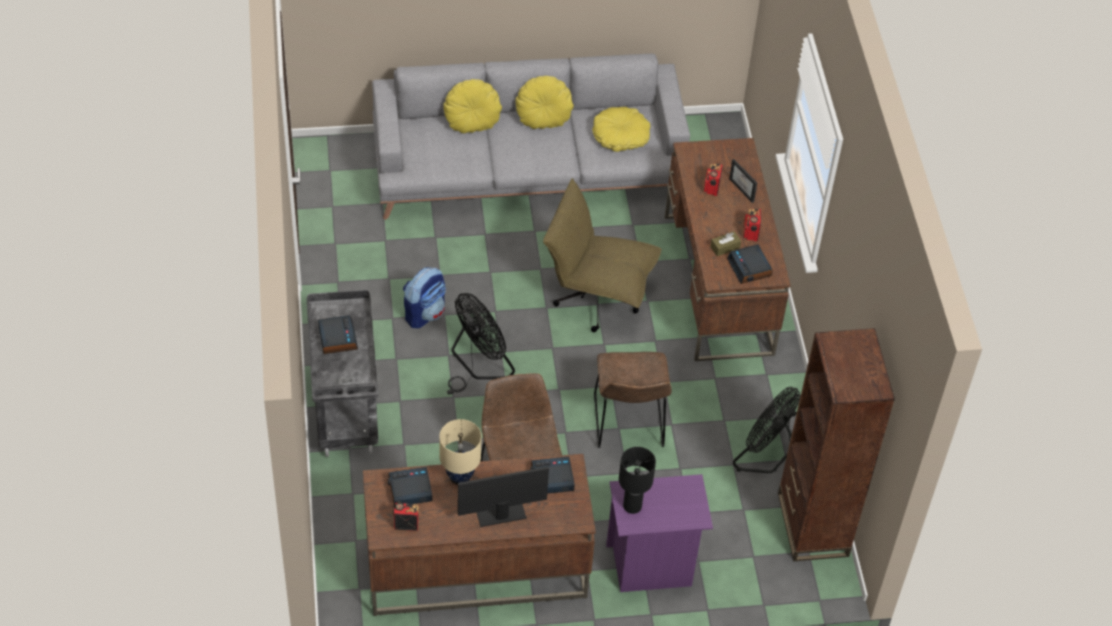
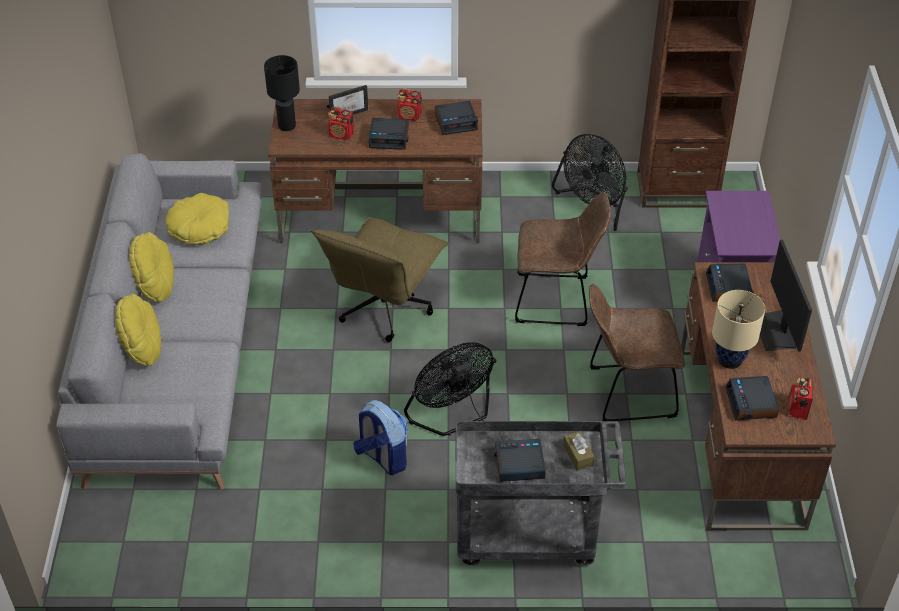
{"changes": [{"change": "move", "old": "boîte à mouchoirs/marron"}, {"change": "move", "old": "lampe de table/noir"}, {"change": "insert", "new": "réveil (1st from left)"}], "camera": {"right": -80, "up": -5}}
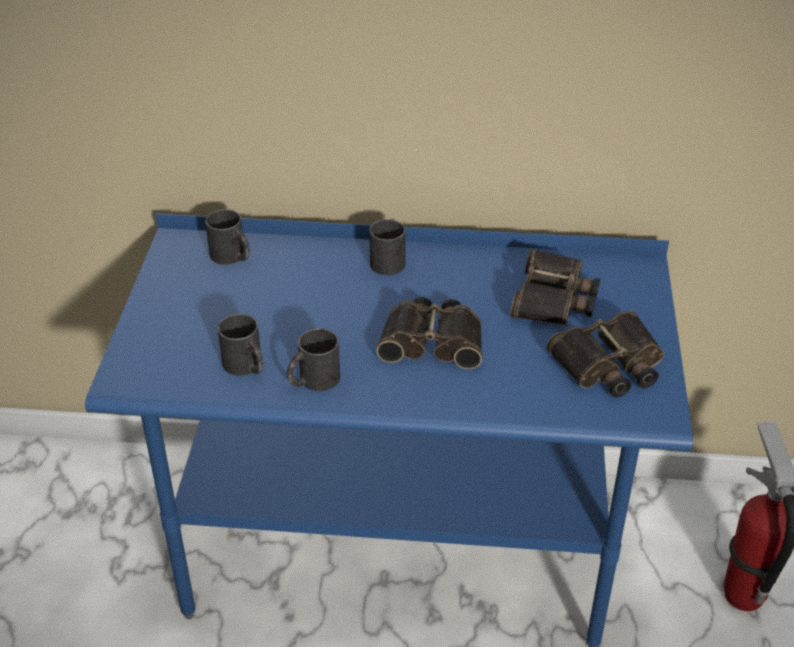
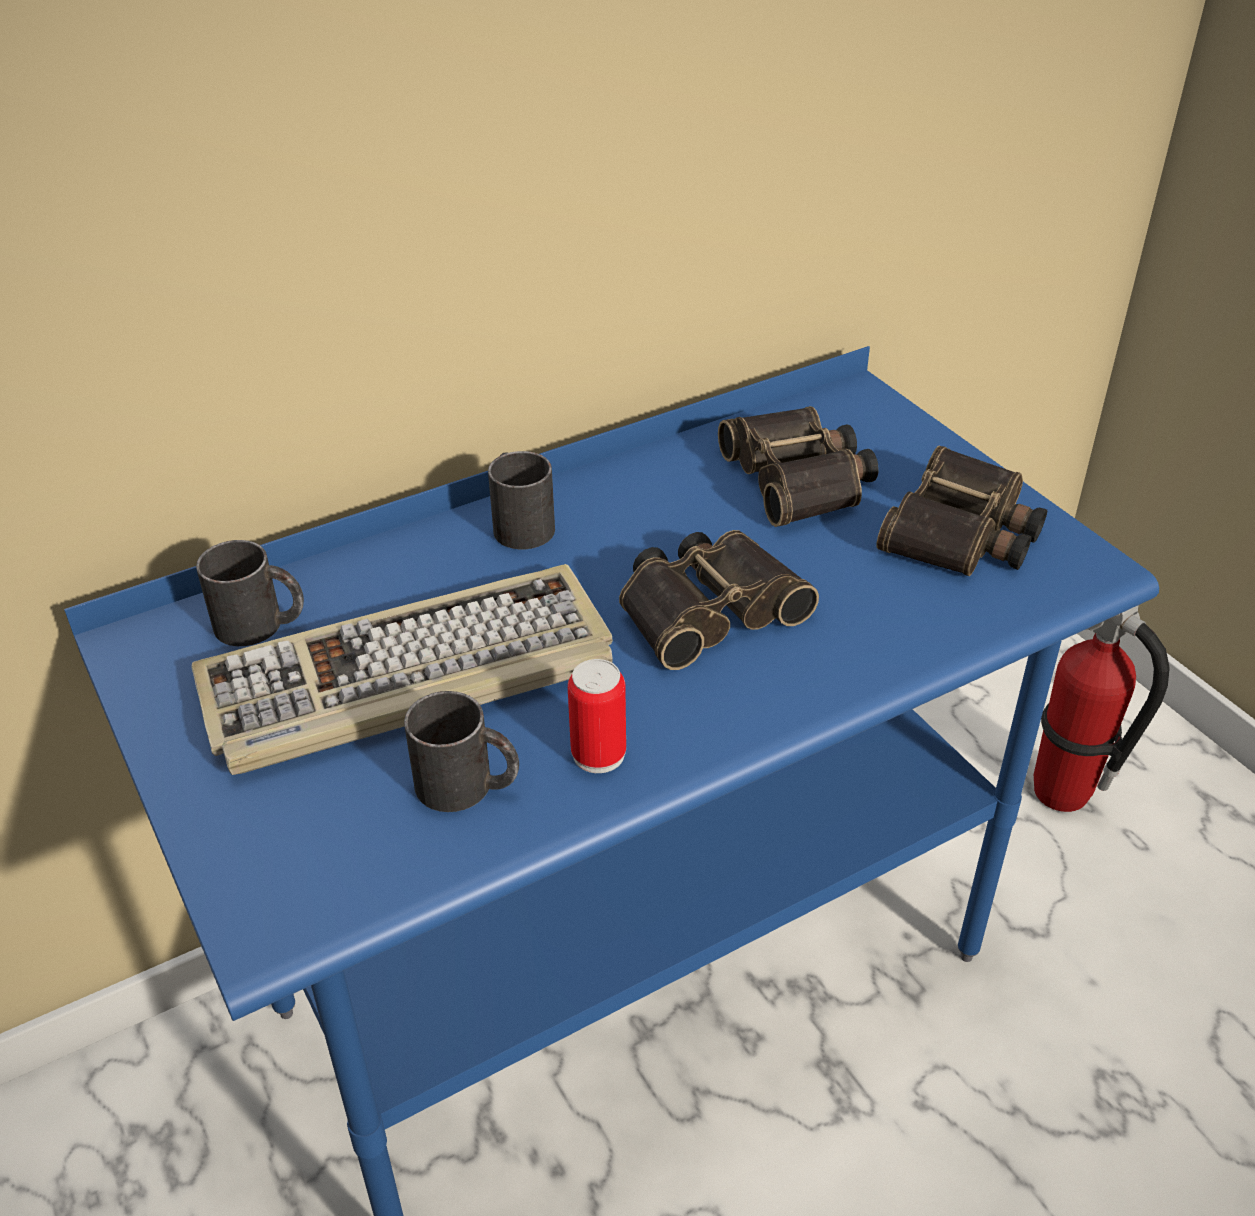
{"changes": [{"change": "replace", "old": "mug/noir (3rd from left)", "new": "boîte métallique"}, {"change": "insert", "new": "clavier"}], "camera": {"right": -35, "up": 0}}
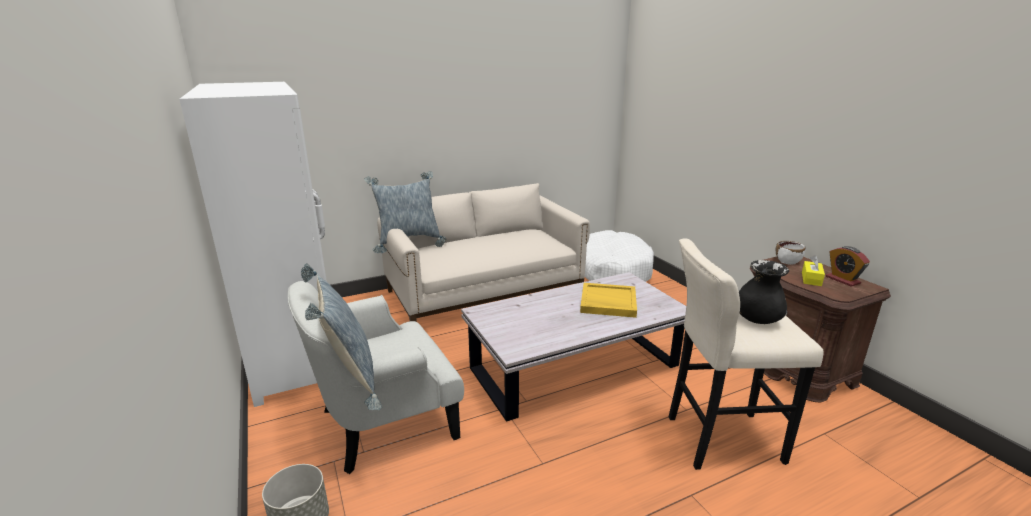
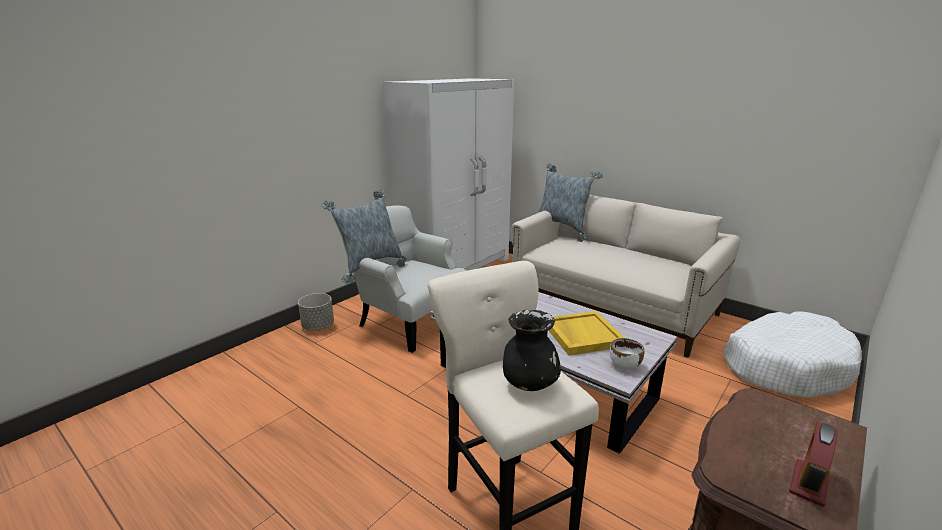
{"changes": [{"change": "move", "old": "bol/blanc"}, {"change": "delete", "old": "boîte à mouchoirs/jaune"}], "camera": {"right": 65, "up": 0}}
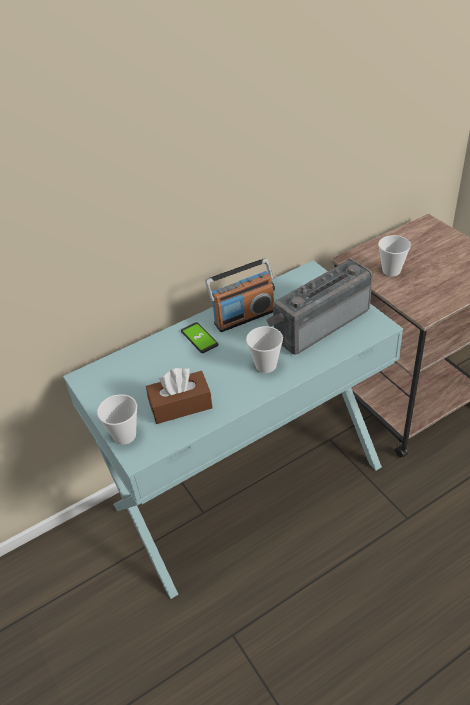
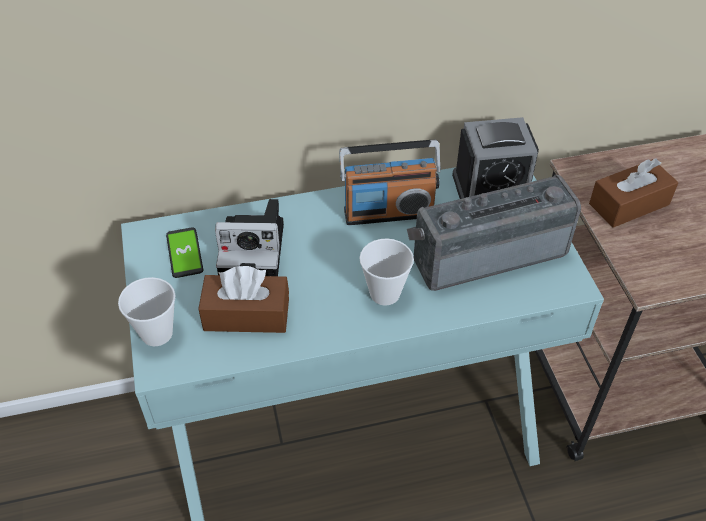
{"changes": [{"change": "replace", "old": "tasse (3rd from left)", "new": "boîte à mouchoirs/marron (2nd from left)"}, {"change": "move", "old": "téléphone"}, {"change": "insert", "new": "réveil"}, {"change": "insert", "new": "appareil photo"}], "camera": {"right": 15, "up": 5}}
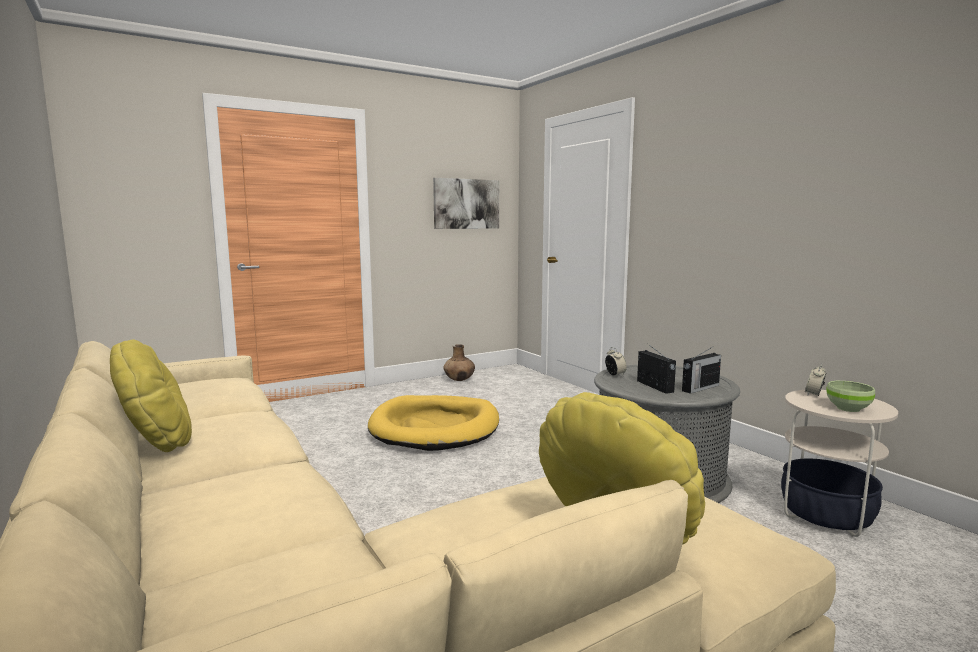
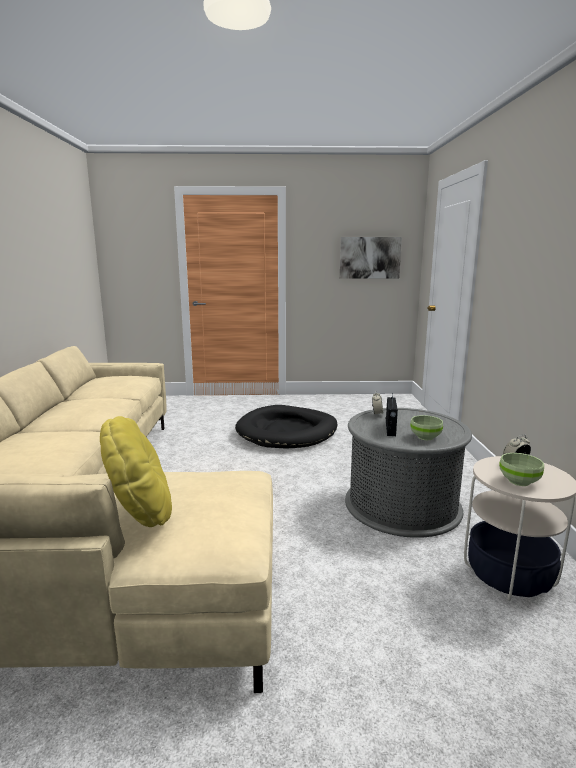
{"changes": [{"change": "delete", "old": "coussin/jaune (1st from left)"}, {"change": "delete", "old": "vase/marron"}, {"change": "replace", "old": "radio (2nd from left)", "new": "bol/vert (1st from left)"}, {"change": "recolor", "old": "panier pour chien/jaune", "new": "panier pour chien/noir"}], "camera": {"right": 30, "up": 5}}
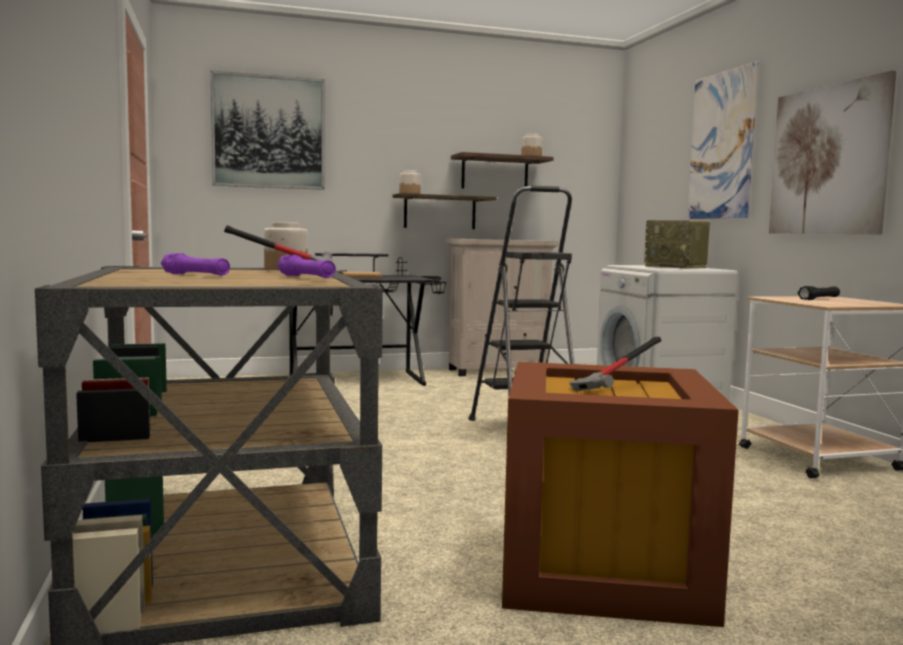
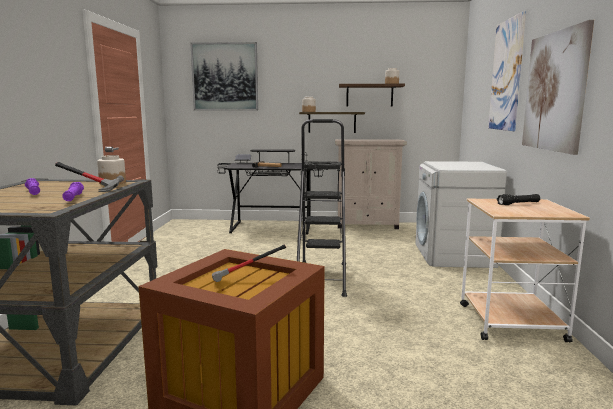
{"changes": [{"change": "delete", "old": "radio"}], "camera": {"right": 20, "up": 5}}
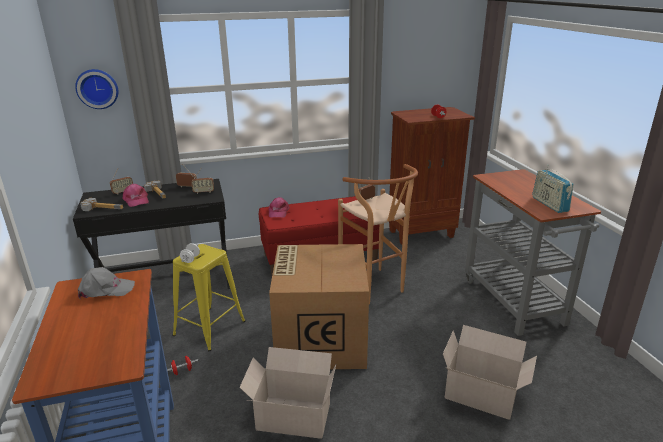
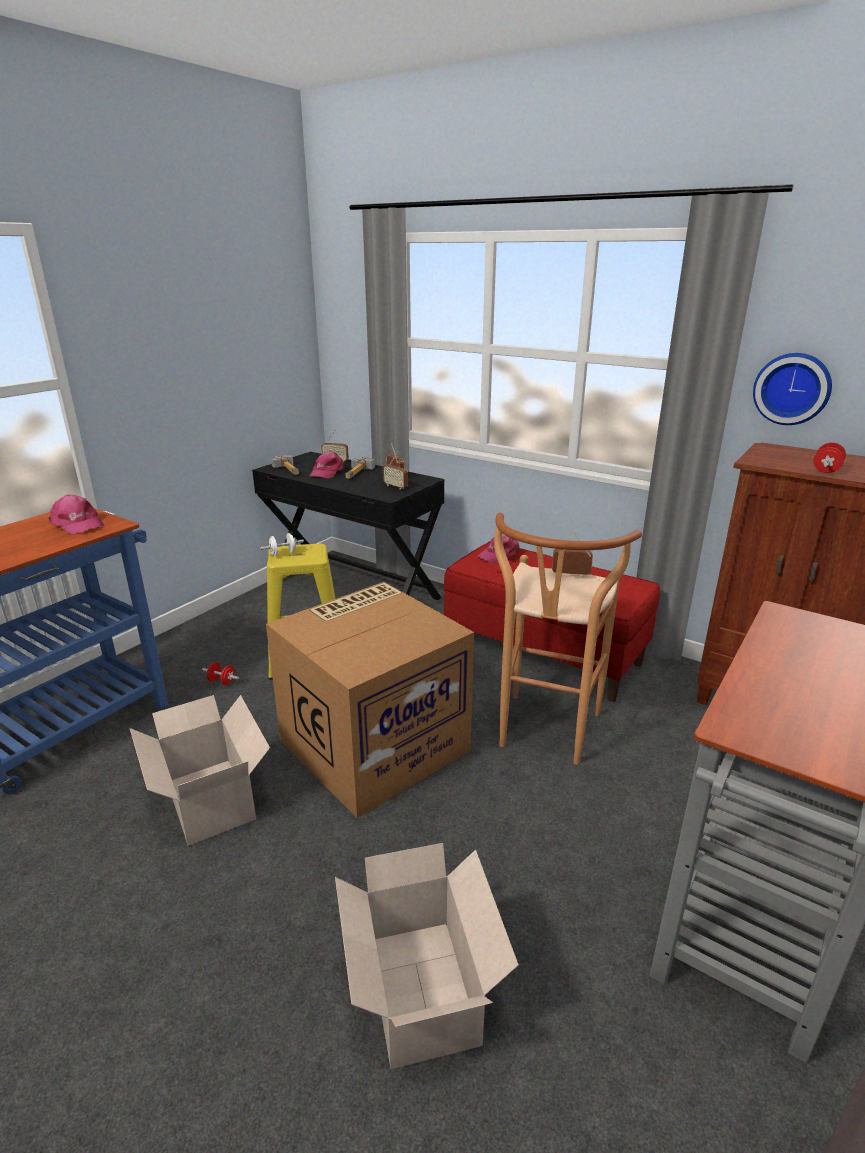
{"changes": [{"change": "move", "old": "horloge murale"}, {"change": "delete", "old": "radio (5th from left)"}, {"change": "recolor", "old": "casquette/gris", "new": "casquette/rose (1st from left)"}], "camera": {"right": 50, "up": 0}}
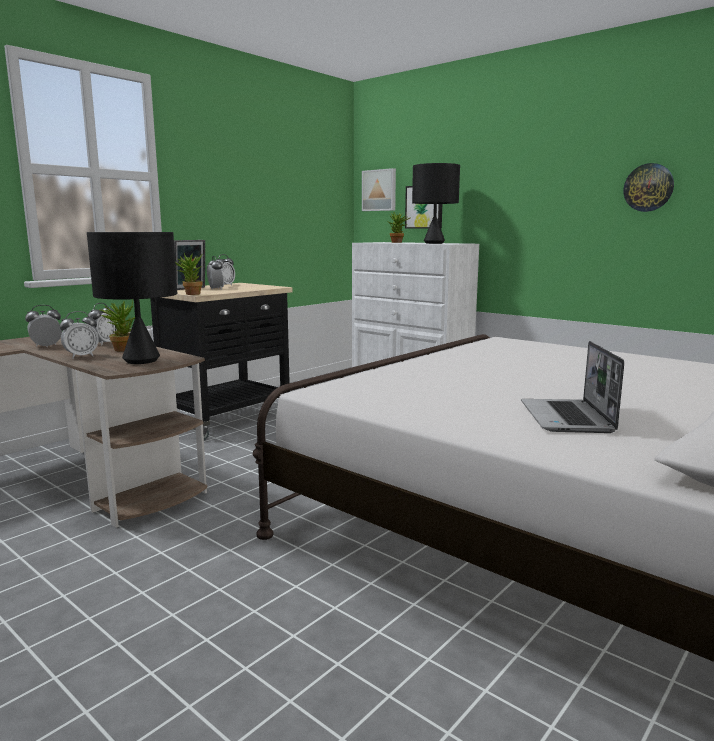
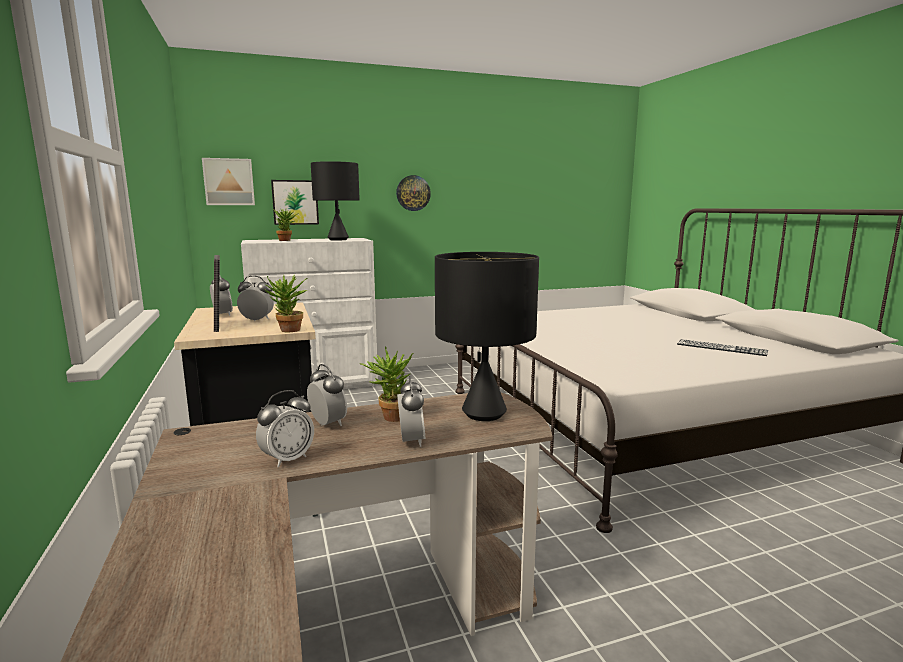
{"changes": [{"change": "move", "old": "horloge murale"}, {"change": "rotate", "old": "réveil (1st from left in the first image)", "degrees": -135}, {"change": "replace", "old": "ordinateur portable", "new": "clavier"}], "camera": {"right": -60, "up": 0}}
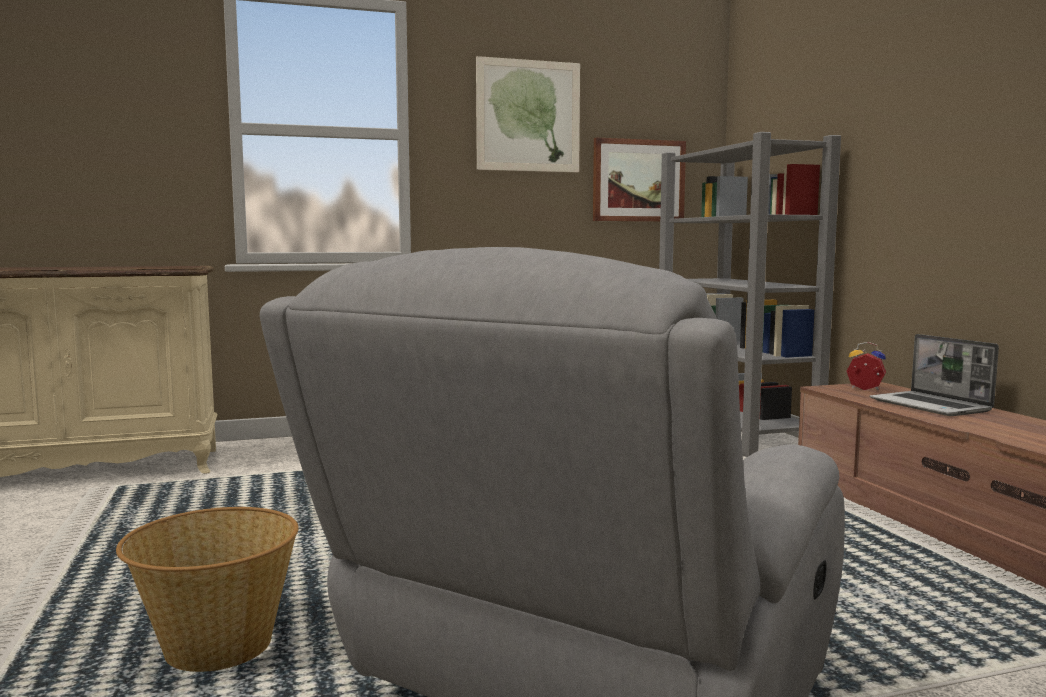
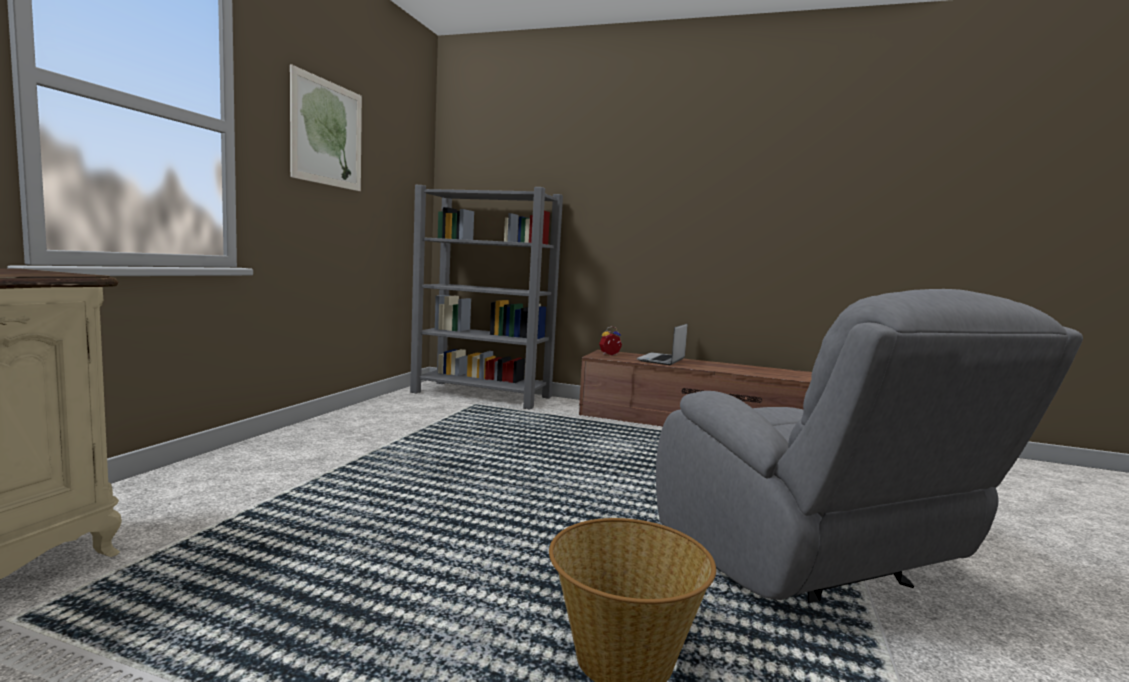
{"changes": [{"change": "delete", "old": "tableau (2nd from left)"}, {"change": "rotate", "old": "ordinateur portable", "degrees": 105}], "camera": {"right": -55, "up": 0}}
